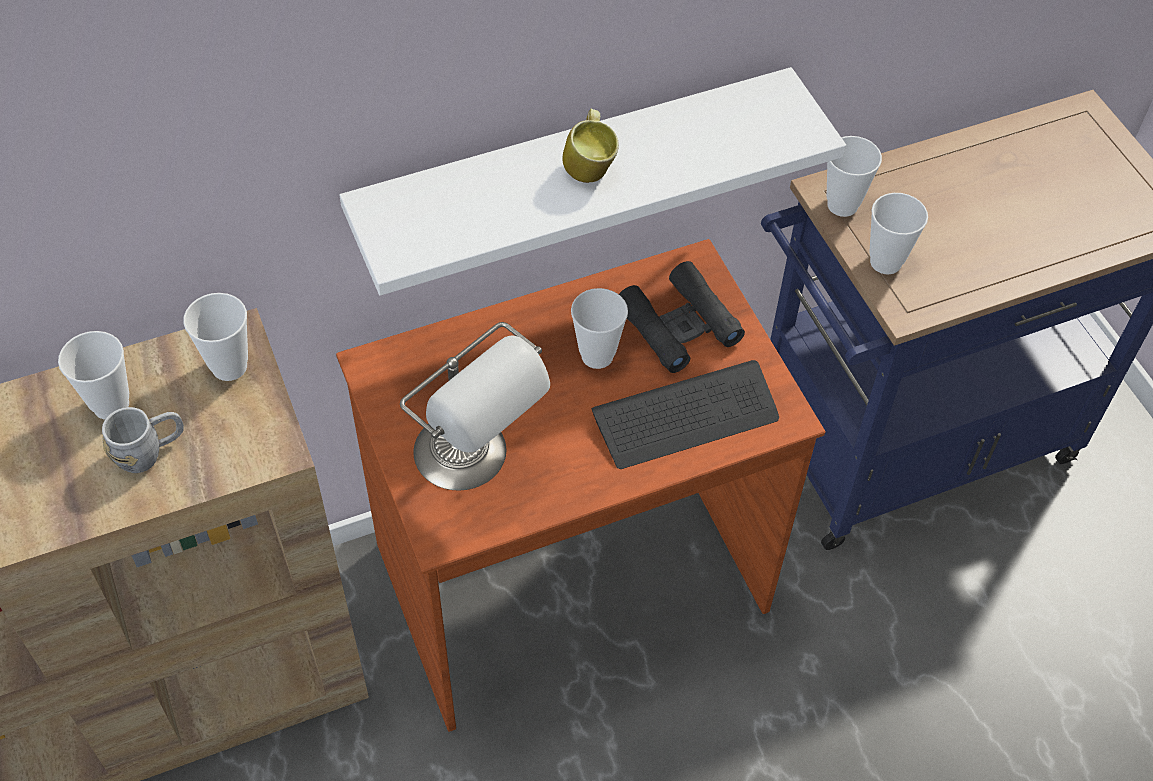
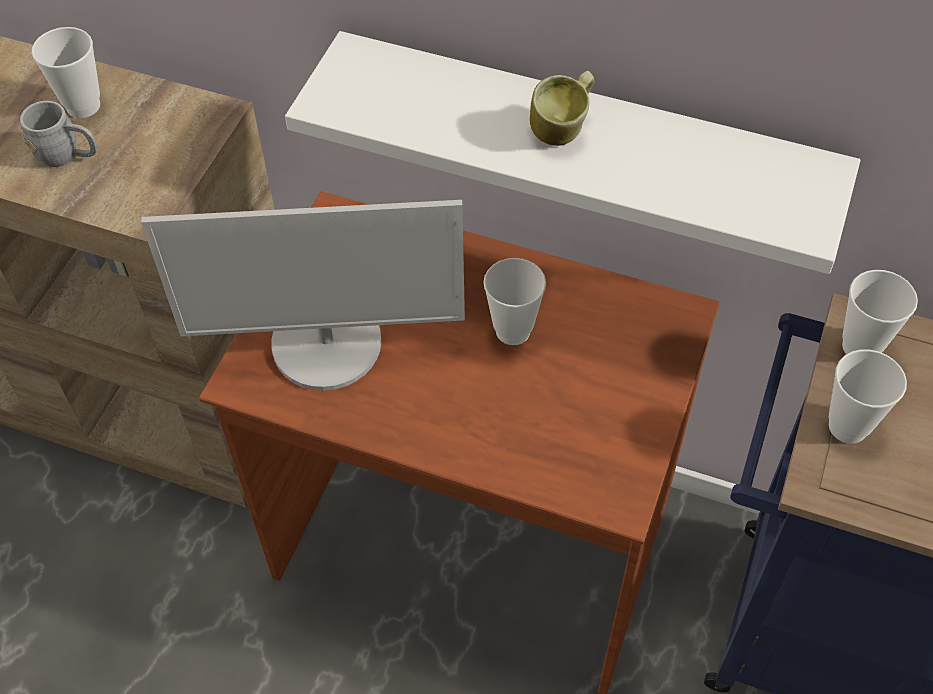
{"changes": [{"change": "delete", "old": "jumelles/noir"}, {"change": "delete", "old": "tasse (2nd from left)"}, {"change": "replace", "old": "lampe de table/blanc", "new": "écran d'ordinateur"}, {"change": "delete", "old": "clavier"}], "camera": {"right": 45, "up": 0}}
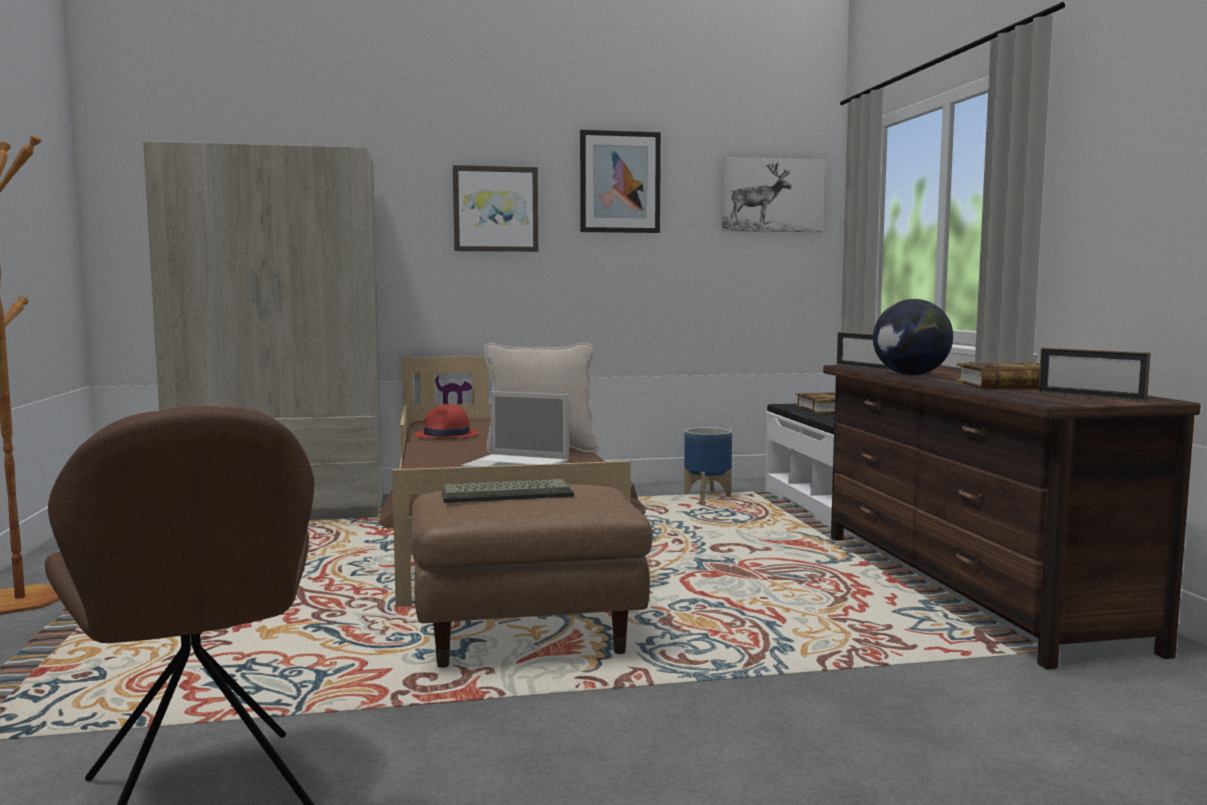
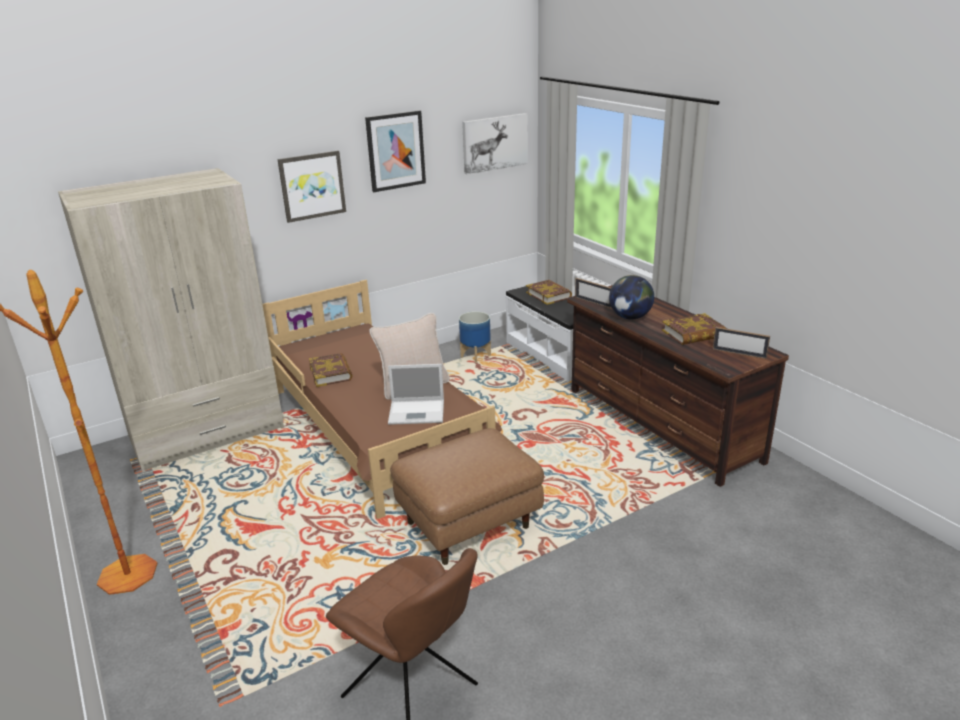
{"changes": [{"change": "replace", "old": "chapeau/rouge", "new": "livre (1st from left)"}, {"change": "delete", "old": "clavier"}], "camera": {"right": -20, "up": 20}}
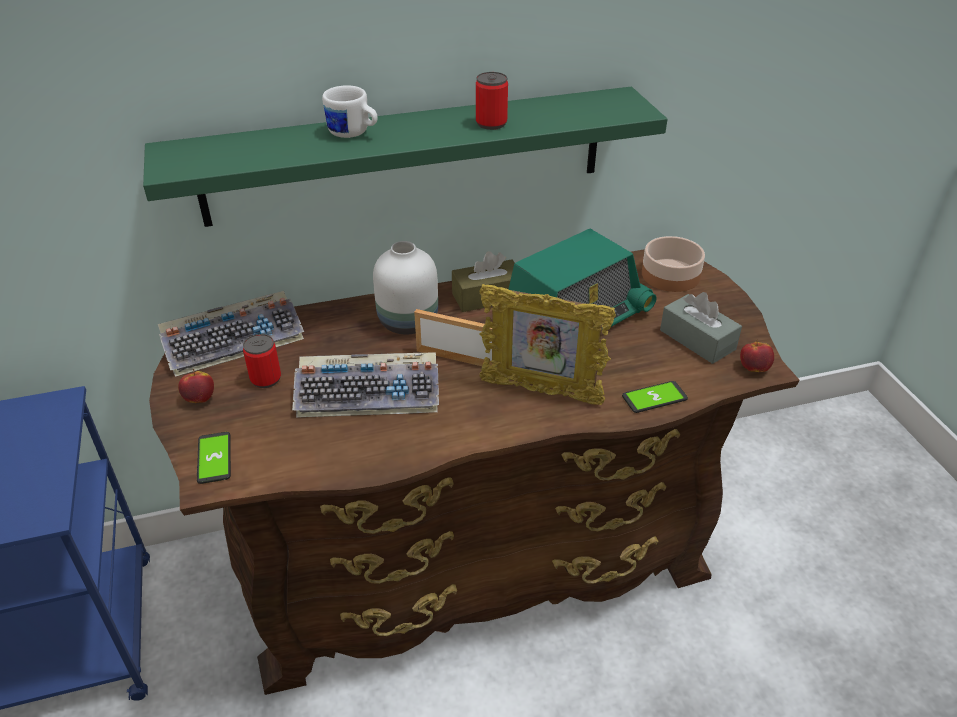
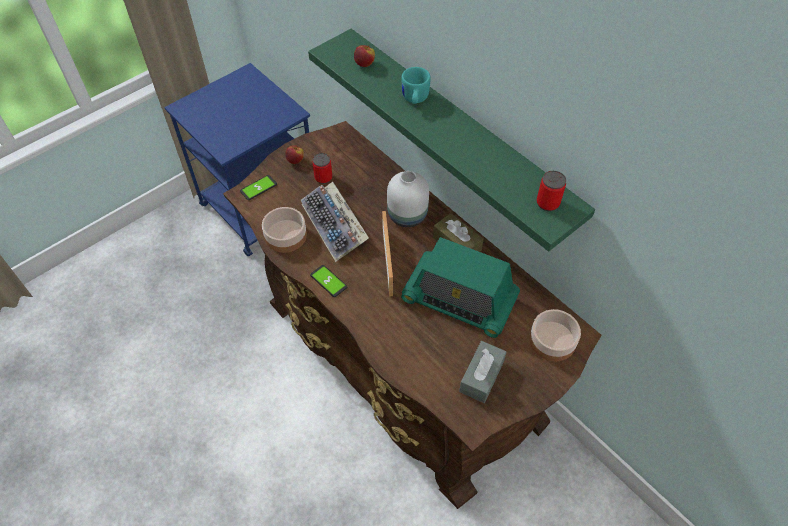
{"changes": [{"change": "move", "old": "boîte métallique (2nd from left)"}, {"change": "recolor", "old": "mug/blanc", "new": "mug/turquoise"}, {"change": "delete", "old": "cadre photo (2nd from left)"}, {"change": "delete", "old": "clavier (1st from left)"}, {"change": "move", "old": "pomme (2nd from left)"}, {"change": "move", "old": "téléphone (2nd from left)"}, {"change": "insert", "new": "bol (1st from left)"}], "camera": {"right": 65, "up": 15}}
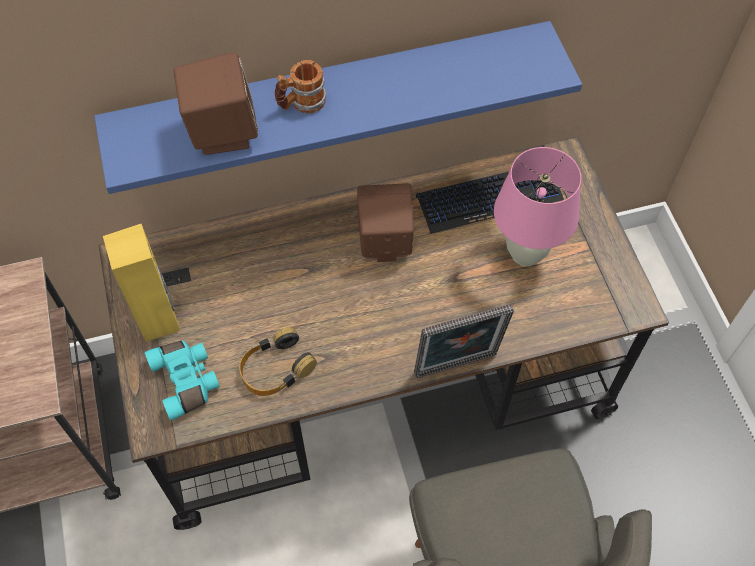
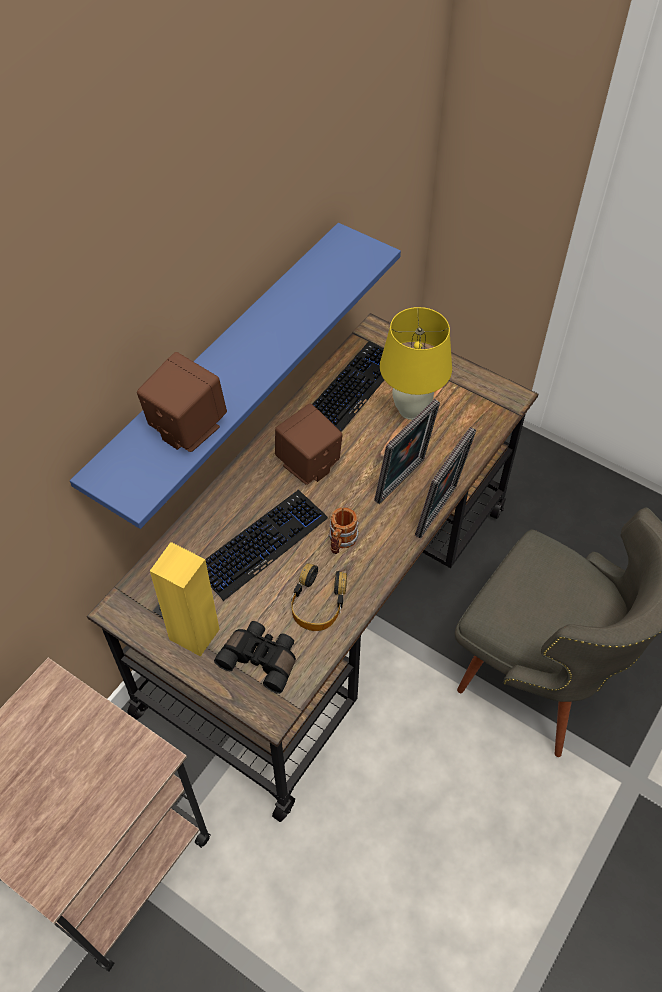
{"changes": [{"change": "move", "old": "mug"}, {"change": "recolor", "old": "lampe de table/rose", "new": "lampe de table/jaune"}, {"change": "recolor", "old": "jumelles/turquoise", "new": "jumelles/noir"}, {"change": "insert", "new": "cadre photo (1st from left)"}, {"change": "insert", "new": "clavier (1st from left)"}], "camera": {"right": -40, "up": -5}}
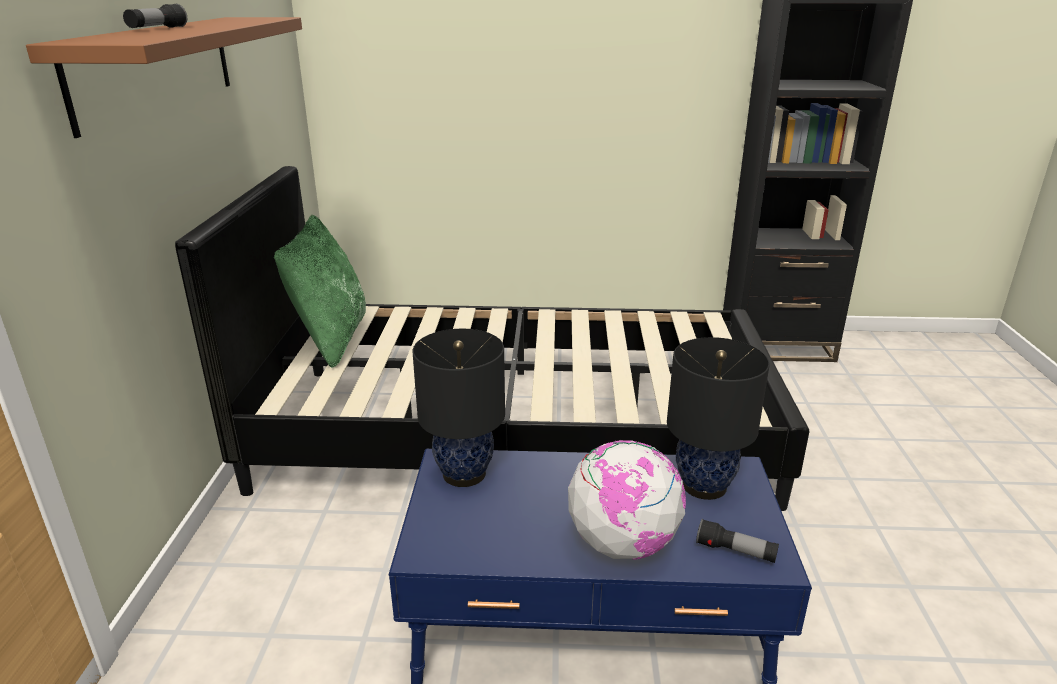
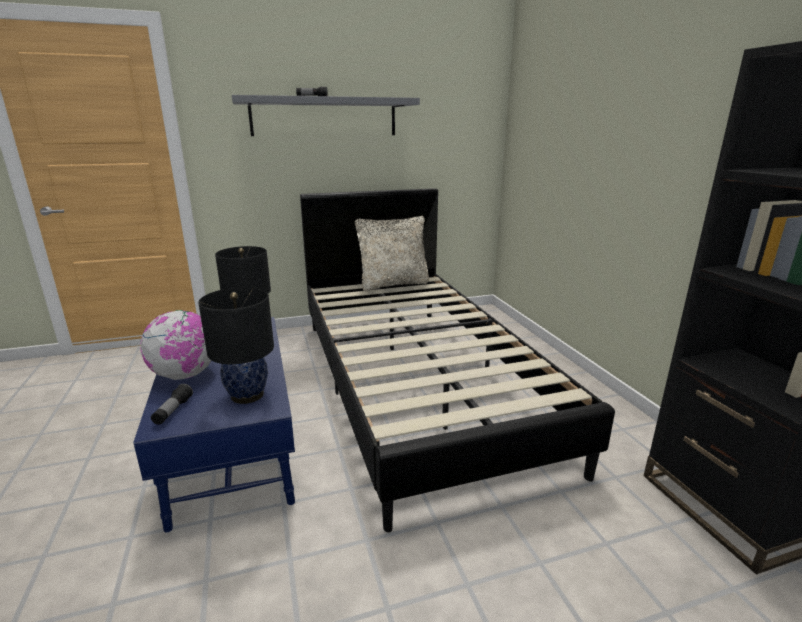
{"changes": [{"change": "recolor", "old": "étagère/marron", "new": "étagère/gris"}, {"change": "recolor", "old": "coussin/vert", "new": "coussin/beige"}], "camera": {"right": 70, "up": -5}}
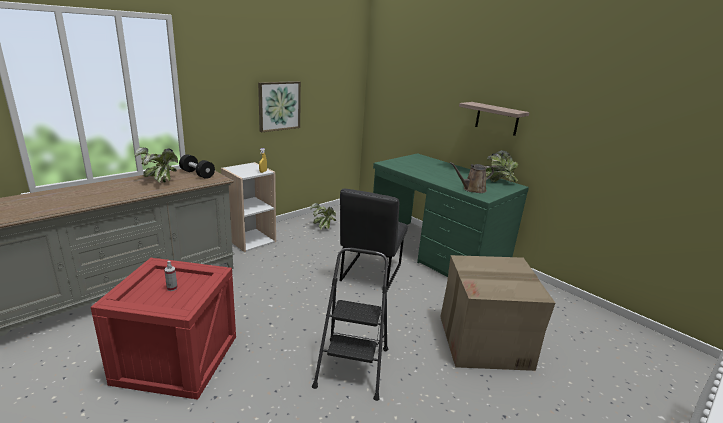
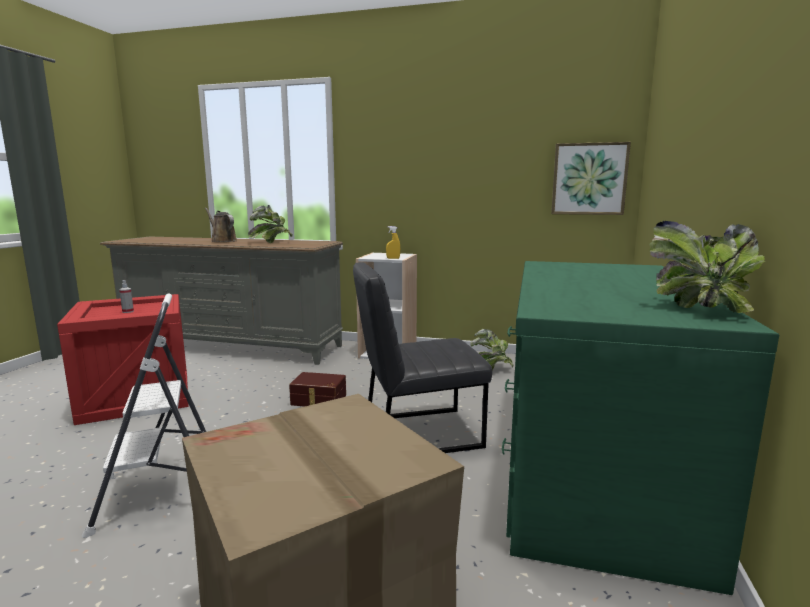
{"changes": [{"change": "move", "old": "tableau"}, {"change": "delete", "old": "étagère"}, {"change": "delete", "old": "haltère/noir"}, {"change": "move", "old": "arrosoir/marron"}, {"change": "recolor", "old": "escabeau/noir", "new": "escabeau/blanc"}, {"change": "insert", "new": "boîte de rangement/marron"}], "camera": {"right": 60, "up": -10}}
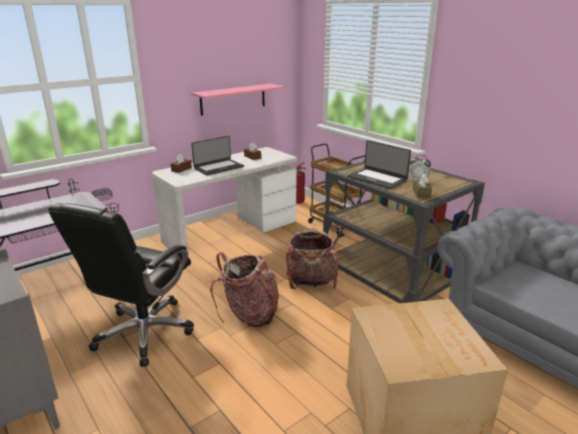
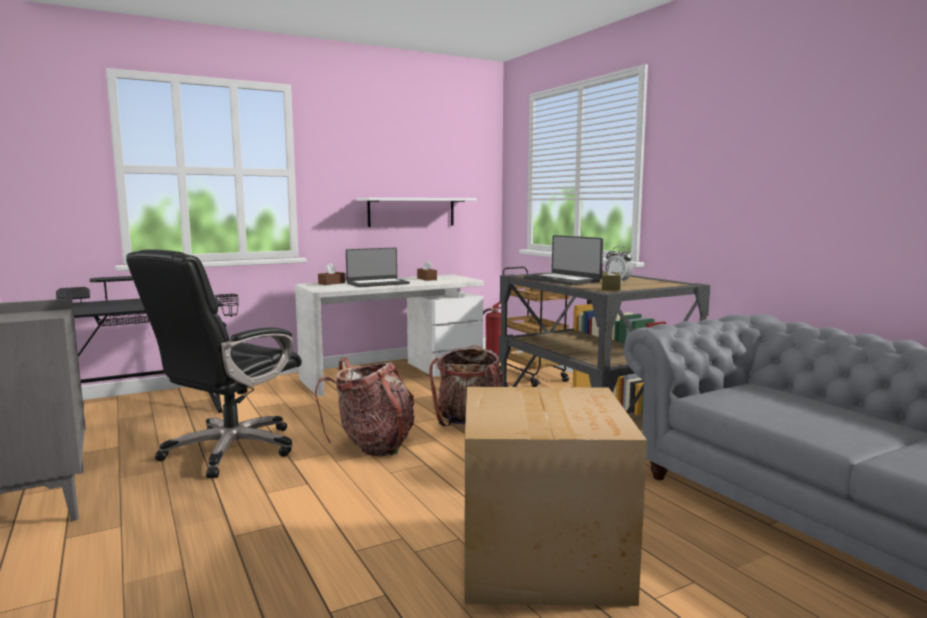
{"changes": [{"change": "recolor", "old": "étagère/rose", "new": "étagère/blanc"}], "camera": {"right": 10, "up": -15}}
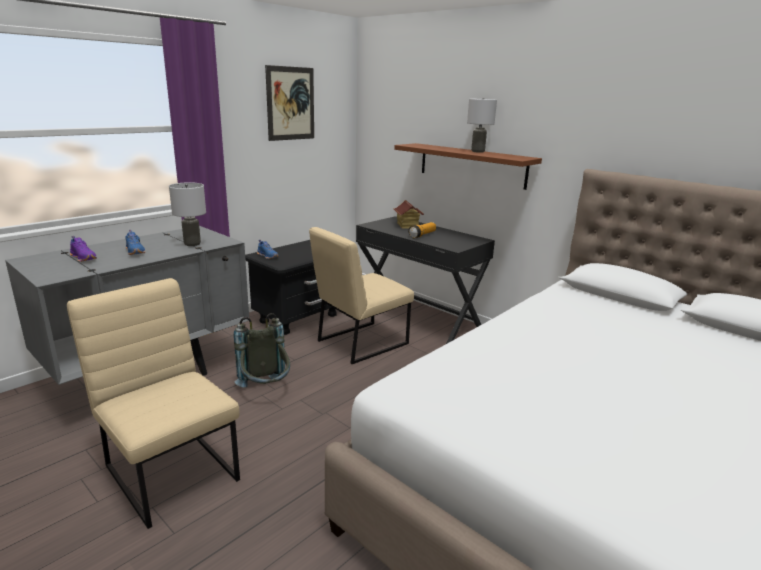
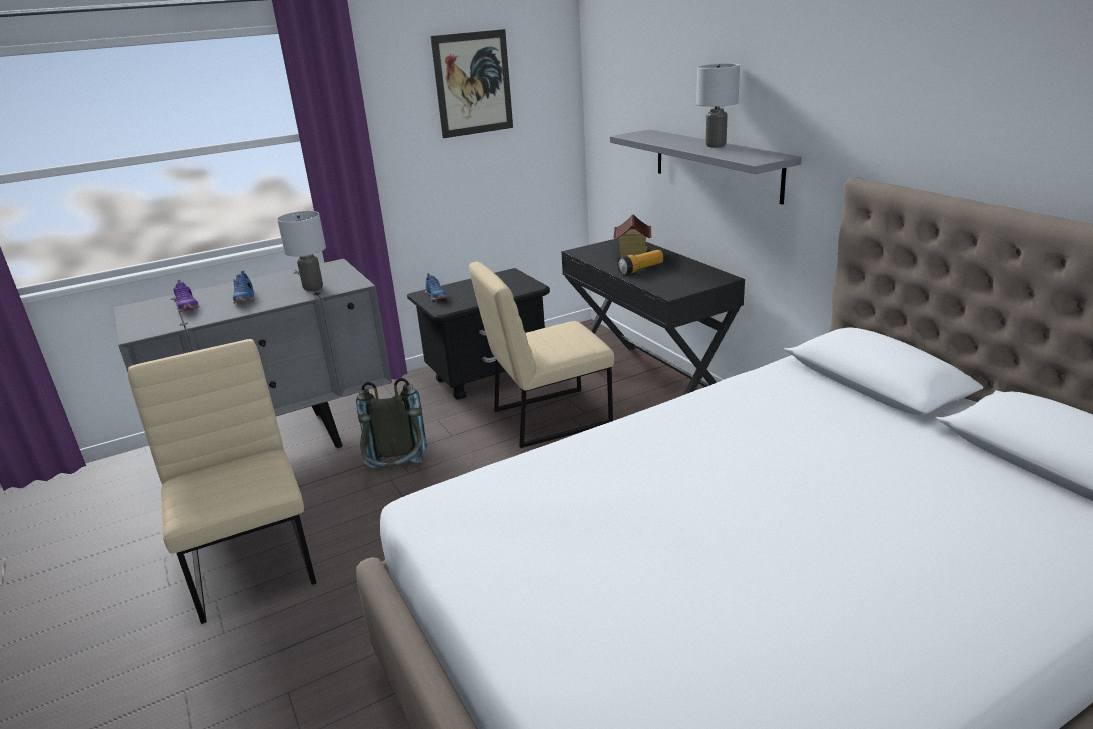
{"changes": [{"change": "recolor", "old": "étagère/marron", "new": "étagère/gris"}], "camera": {"right": 20, "up": 5}}
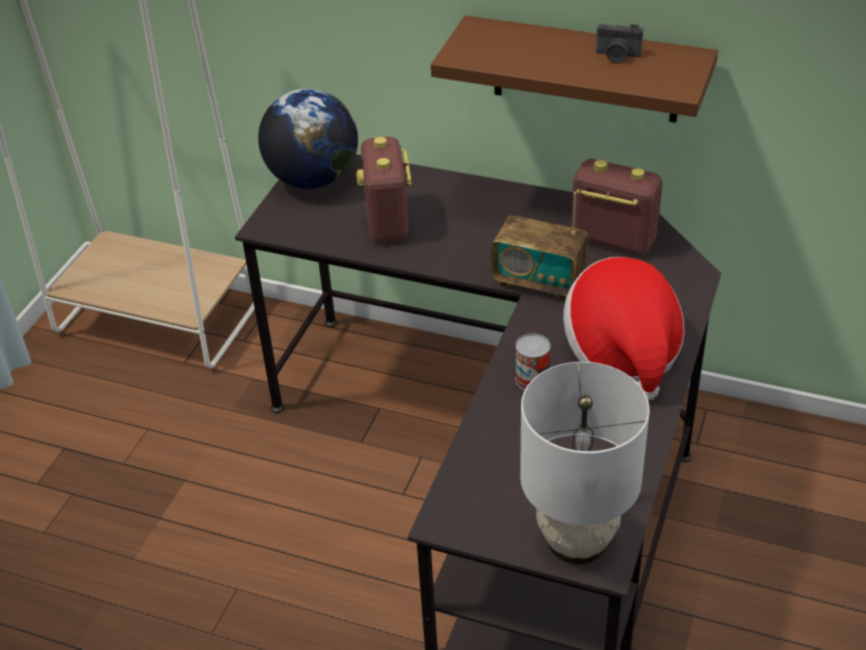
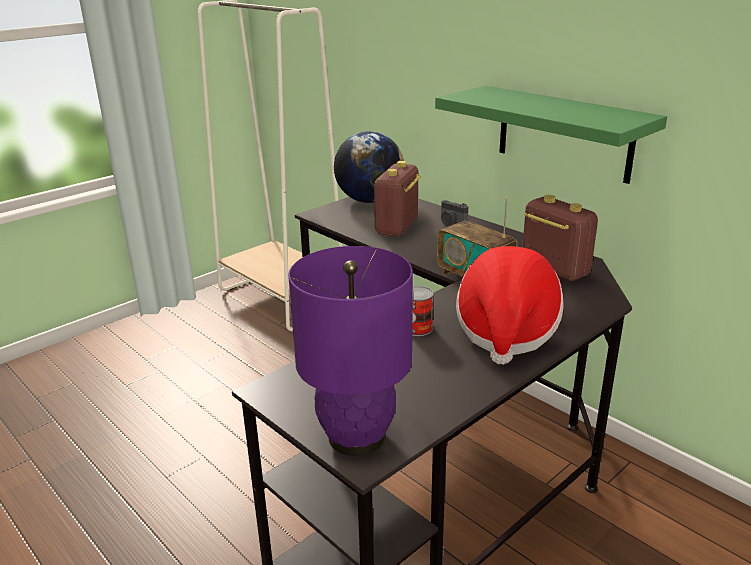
{"changes": [{"change": "recolor", "old": "étagère/marron", "new": "étagère/vert"}, {"change": "move", "old": "appareil photo"}, {"change": "recolor", "old": "lampe de table/blanc", "new": "lampe de table/violet"}], "camera": {"right": 25, "up": -15}}
